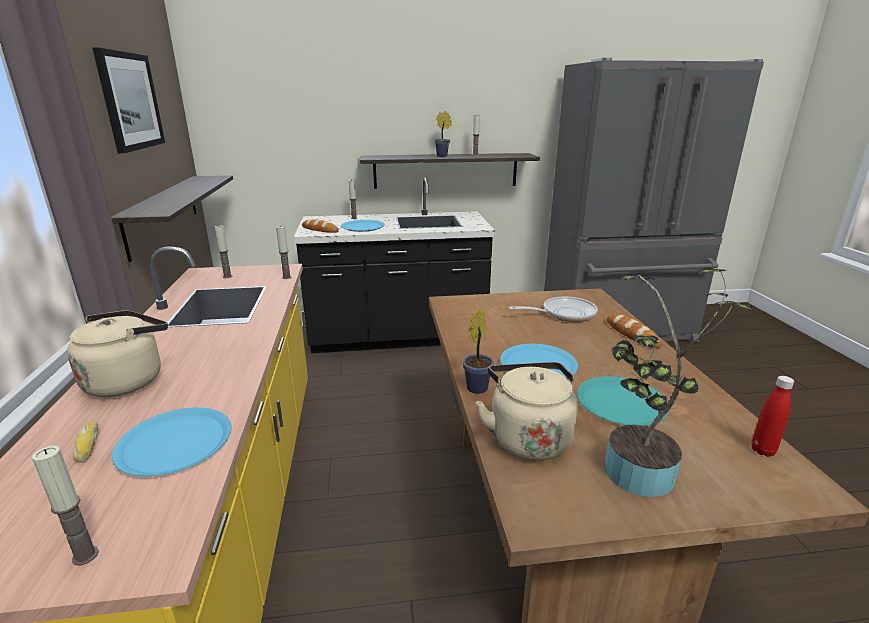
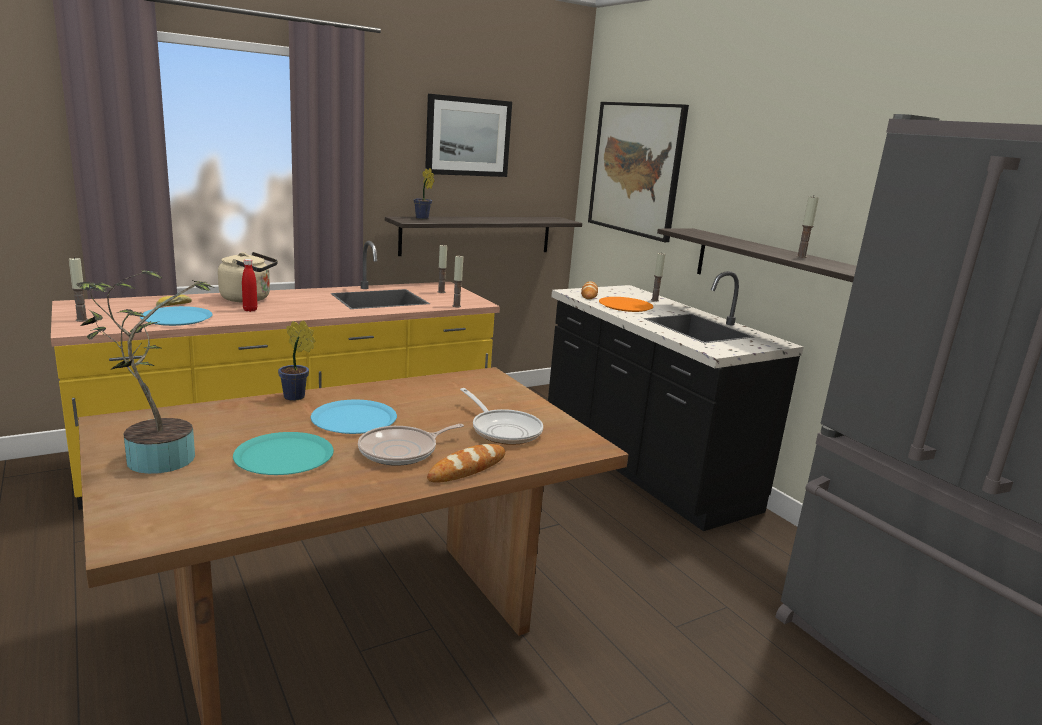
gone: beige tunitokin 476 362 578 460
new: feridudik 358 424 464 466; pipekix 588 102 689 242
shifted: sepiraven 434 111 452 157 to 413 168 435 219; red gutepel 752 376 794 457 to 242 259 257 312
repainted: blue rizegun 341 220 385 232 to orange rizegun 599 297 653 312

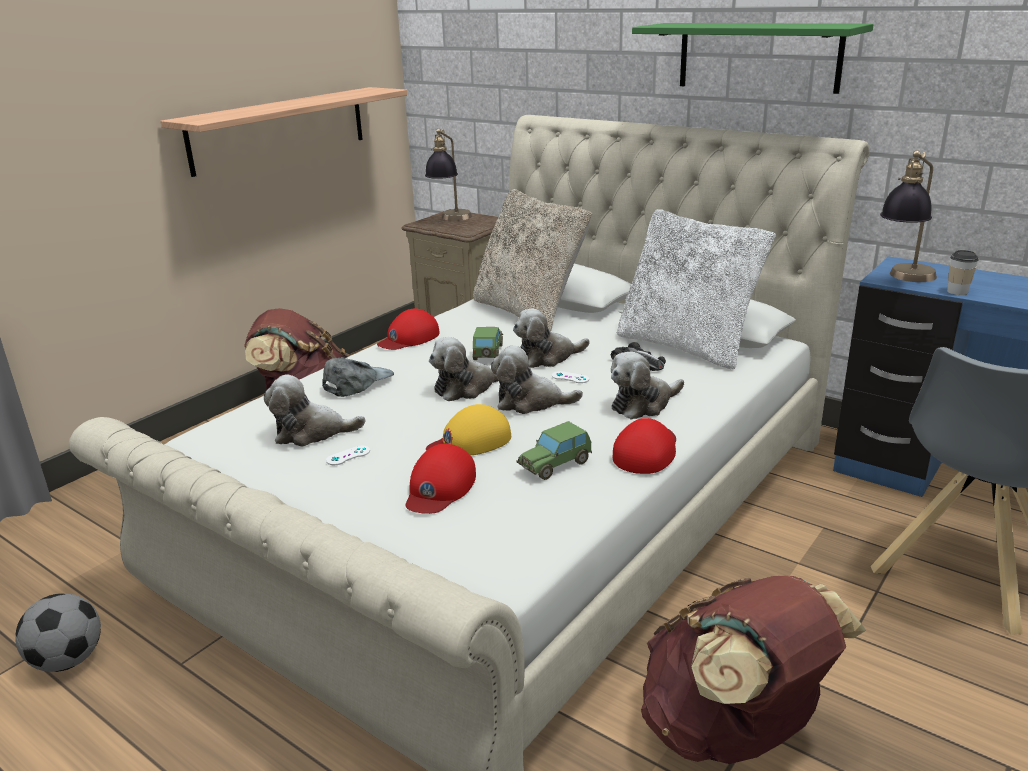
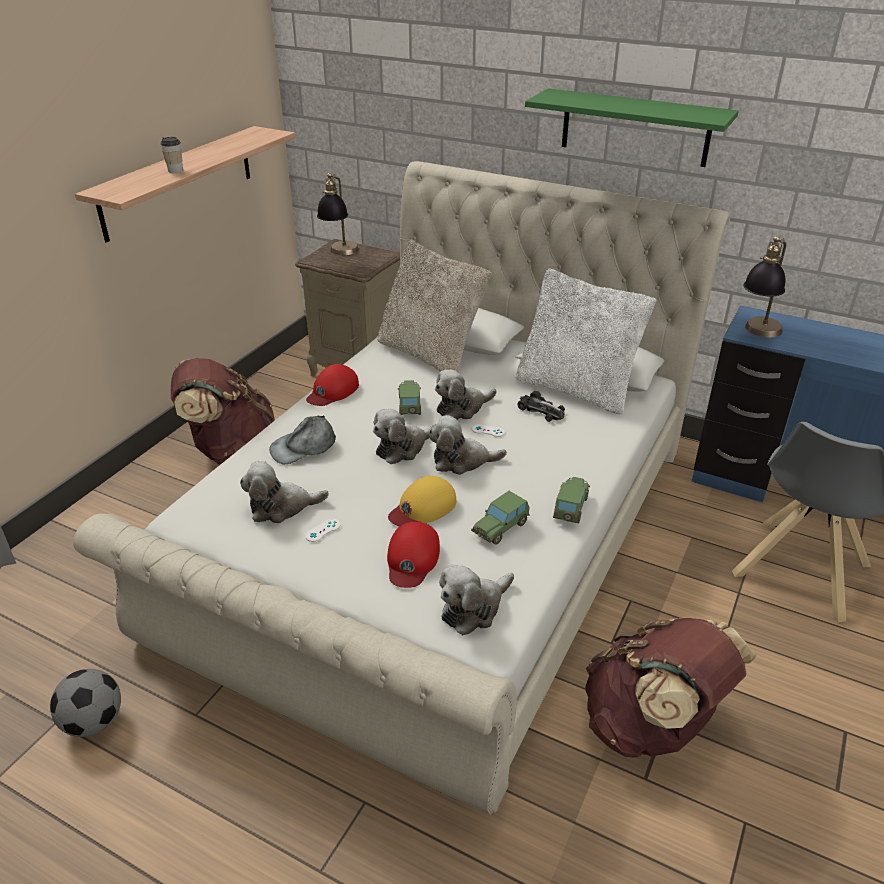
shifted: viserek 611 352 684 419 to 439 565 514 635; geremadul 947 250 979 295 to 160 137 183 173
swapped: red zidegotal 613 418 676 474 to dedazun 553 477 590 523
rotated: grey zidegotal 322 357 394 397 = 269 415 336 465 150 degrees counterclockwise

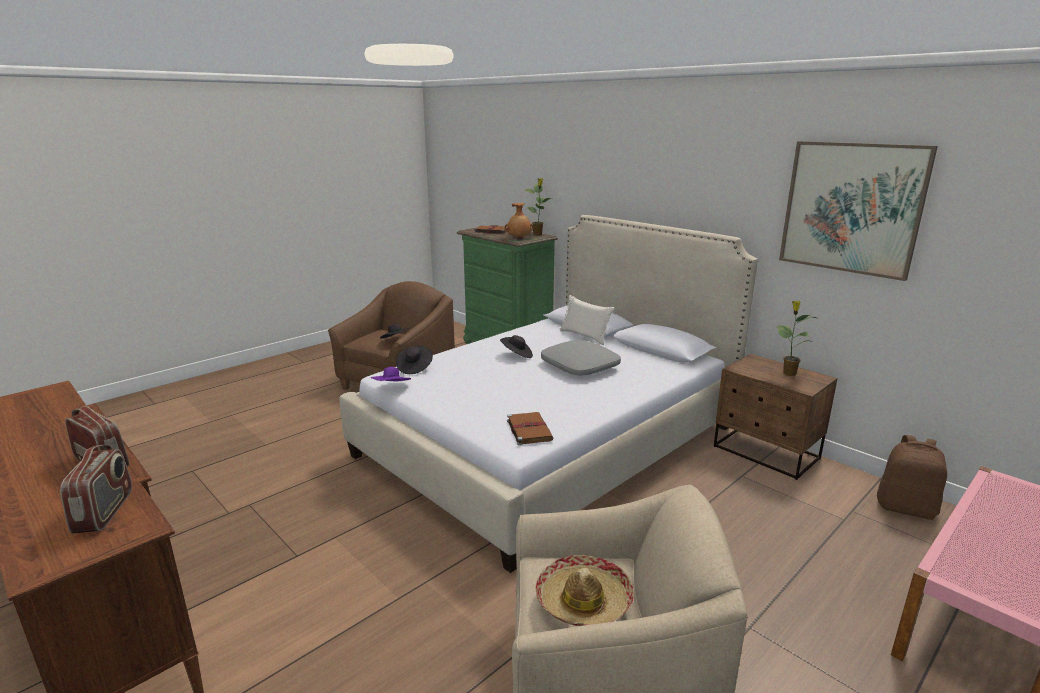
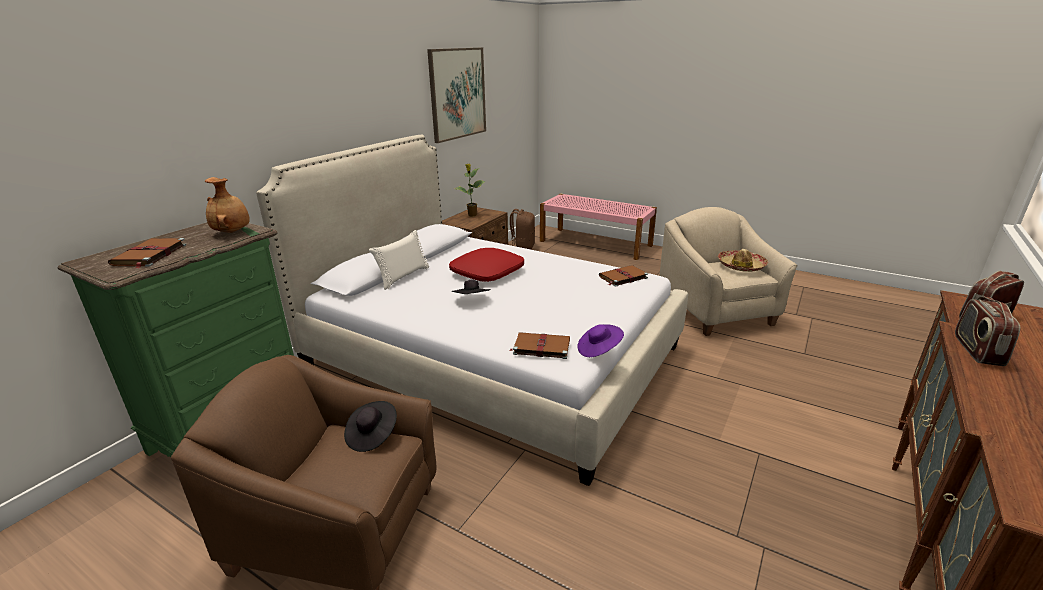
gone: sepiraven 524 178 552 235
swapped: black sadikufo 396 346 433 374 to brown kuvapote 509 332 570 359
repainted: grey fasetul 541 340 621 376 to red fasetul 449 248 524 282

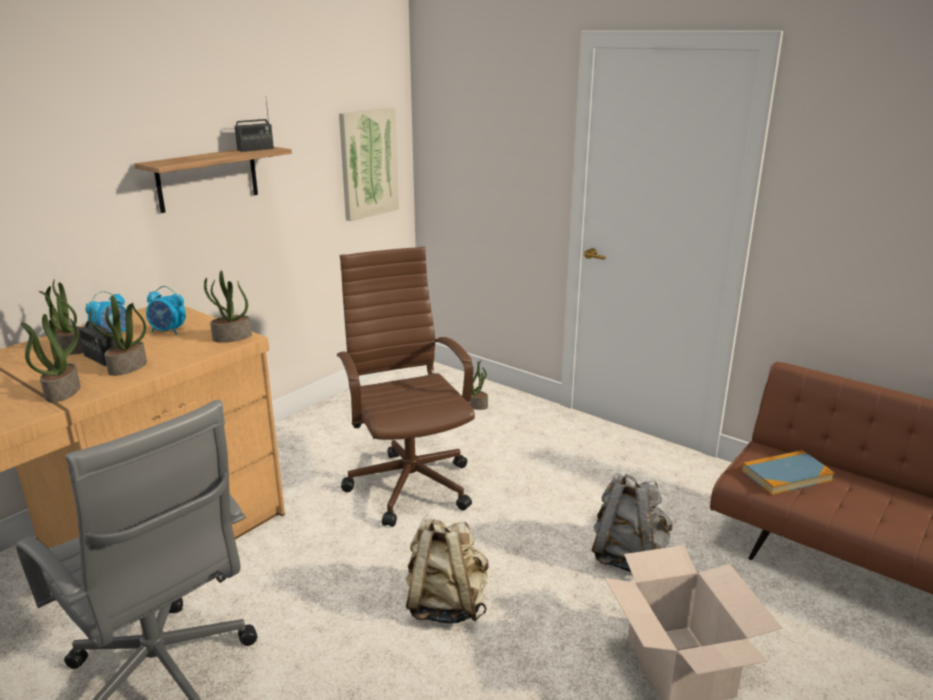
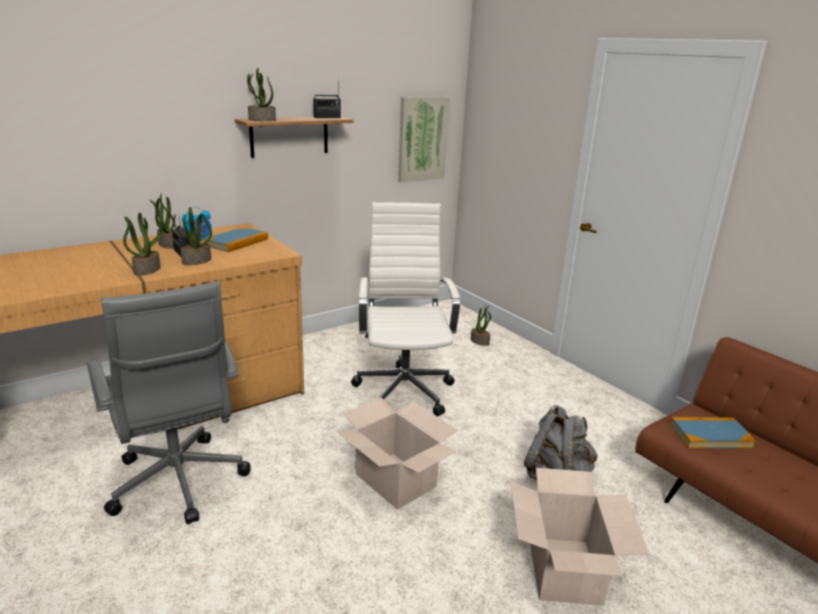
shifted: sepiraven 204 270 252 343 to 247 68 276 121
swapped: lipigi 146 286 186 335 to kuvapote 204 227 268 252; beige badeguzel 406 517 489 624 to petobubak 336 397 458 510
repainted: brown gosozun 337 246 475 527 to white gosozun 351 202 460 416

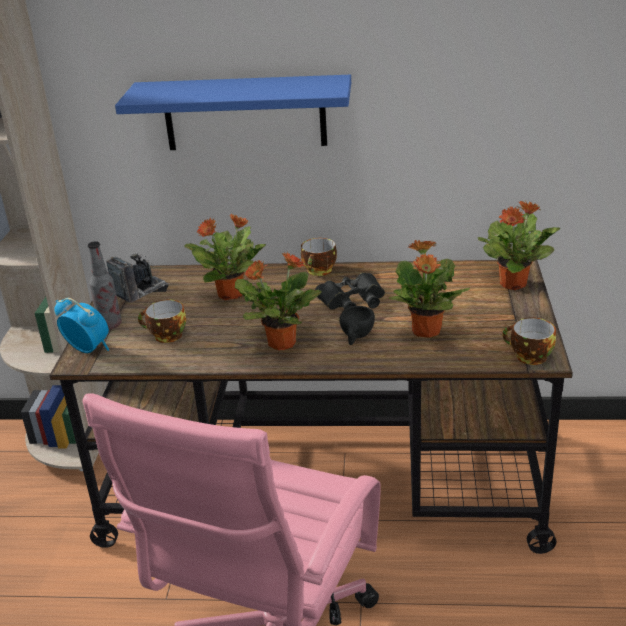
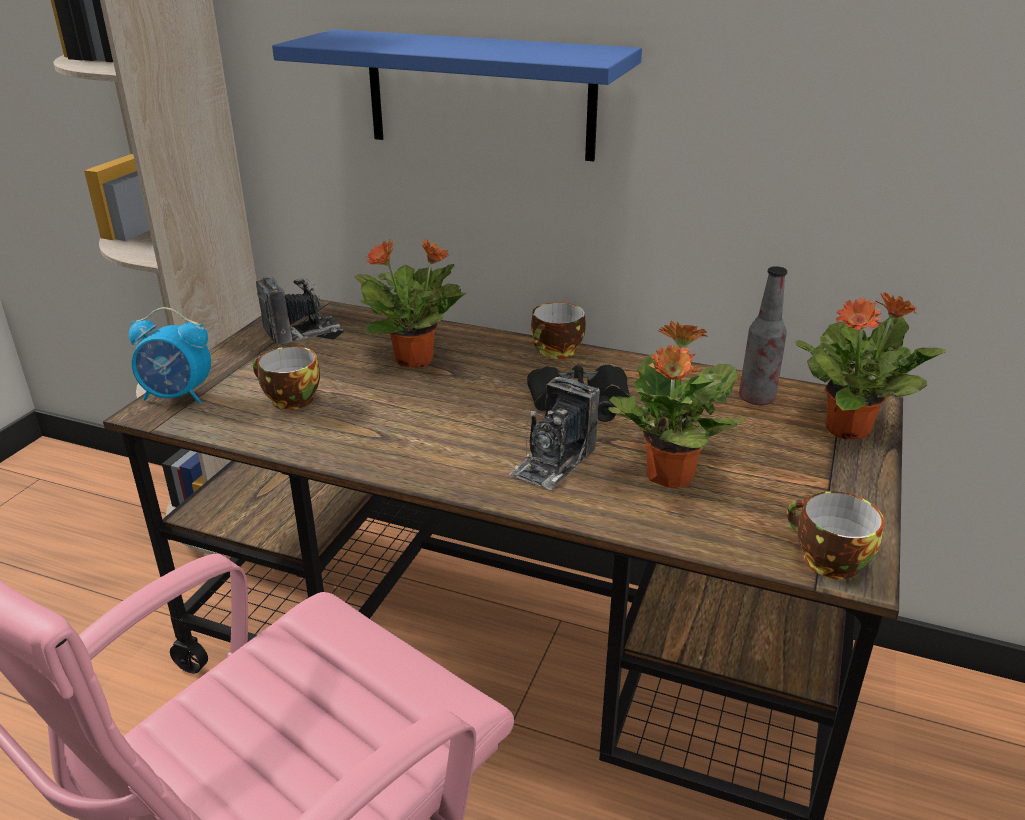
gone: sepiraven 235 252 322 351
shifted: gutepel 88 241 122 329 to 739 266 787 405
swapped: black geremadul 339 306 375 345 to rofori 509 377 600 490
rotated: lipigi 54 298 109 353 = 129 307 211 403 135 degrees clockwise

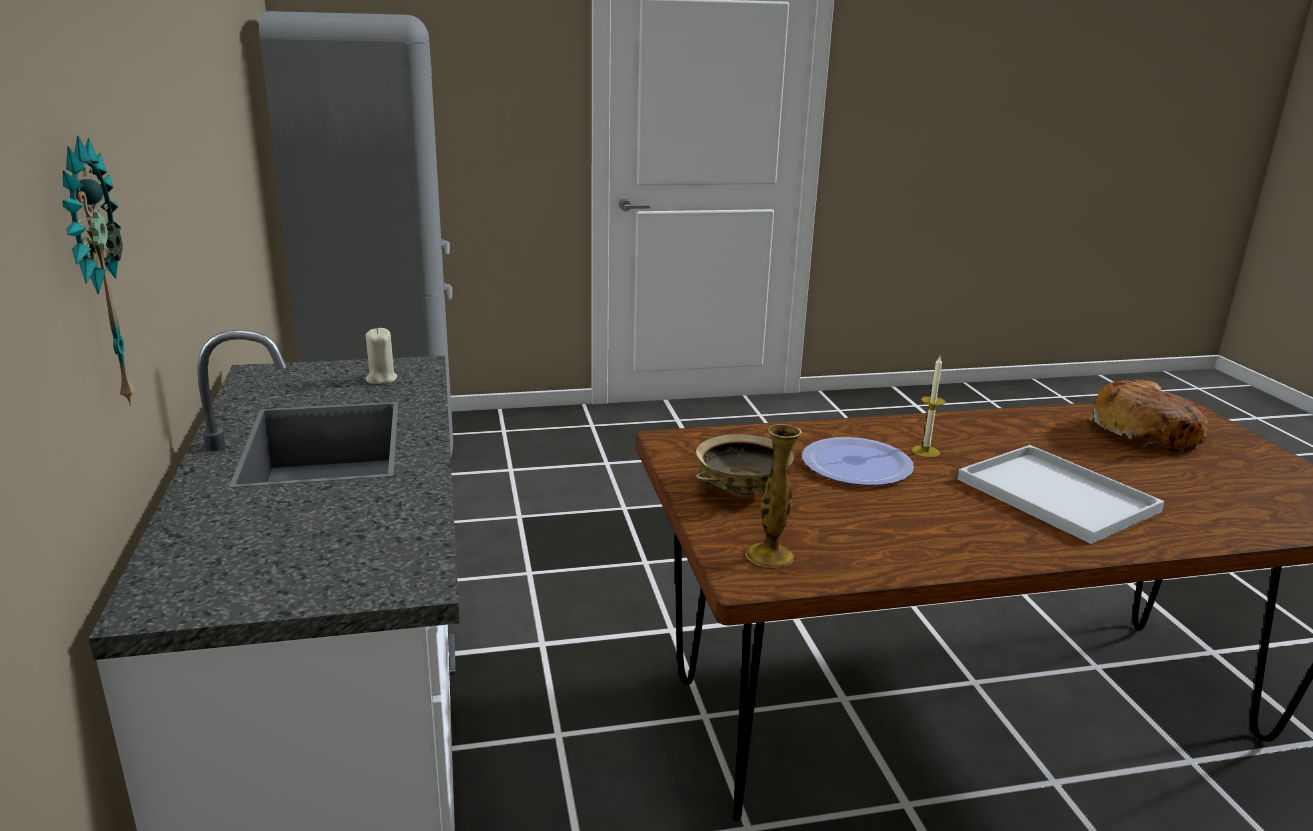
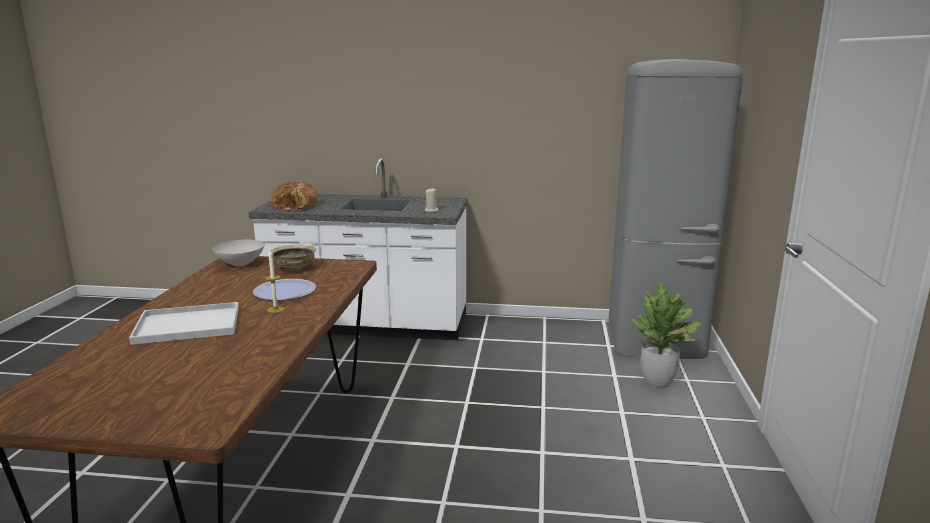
gone: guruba 62 135 136 406
new: sepiraven 632 283 701 388
shifted: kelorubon 1089 380 1209 451 to 270 181 318 211
swapped: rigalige 746 424 802 568 to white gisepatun 213 240 264 266

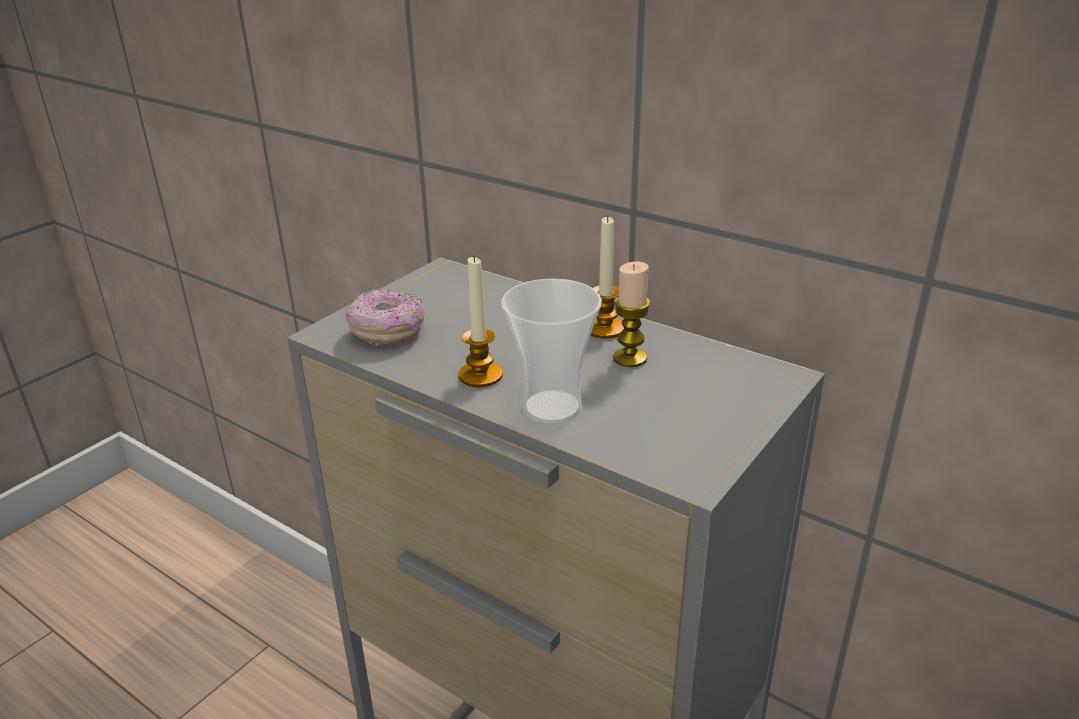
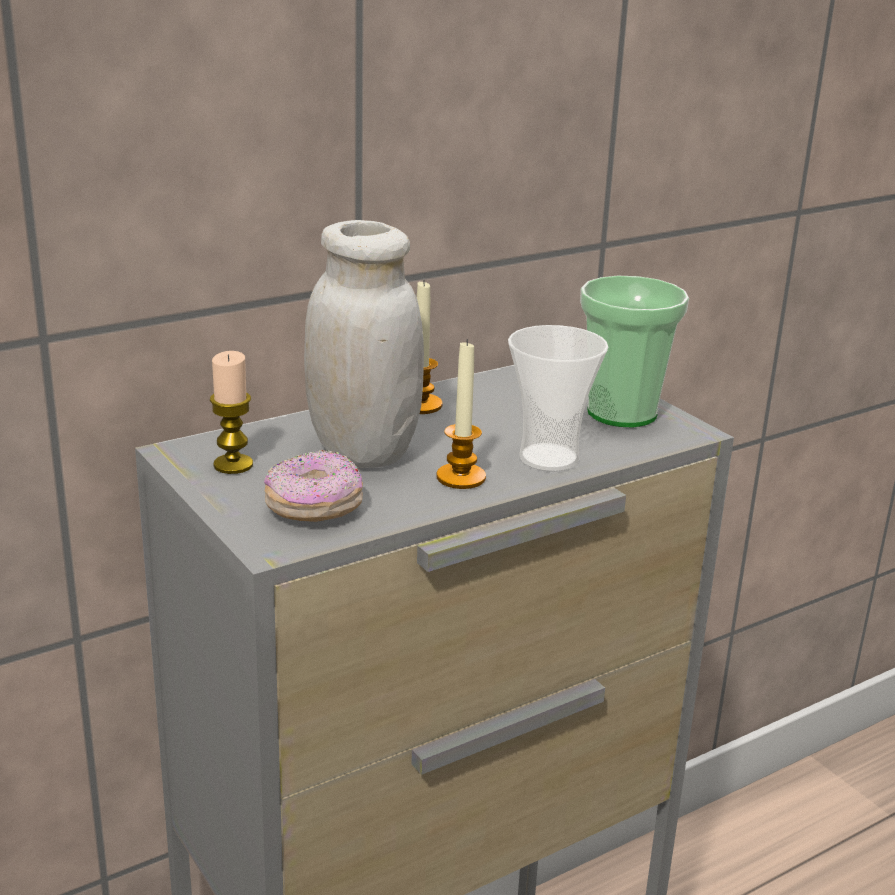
new: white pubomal 304 220 424 468; geremadul 580 276 689 427
shifted: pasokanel 613 262 651 367 to 210 351 253 474

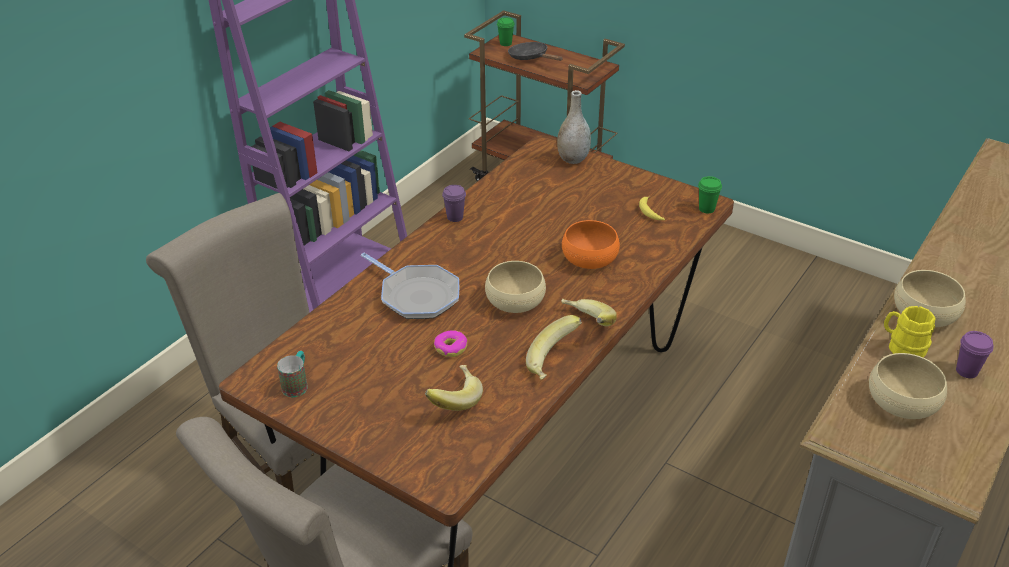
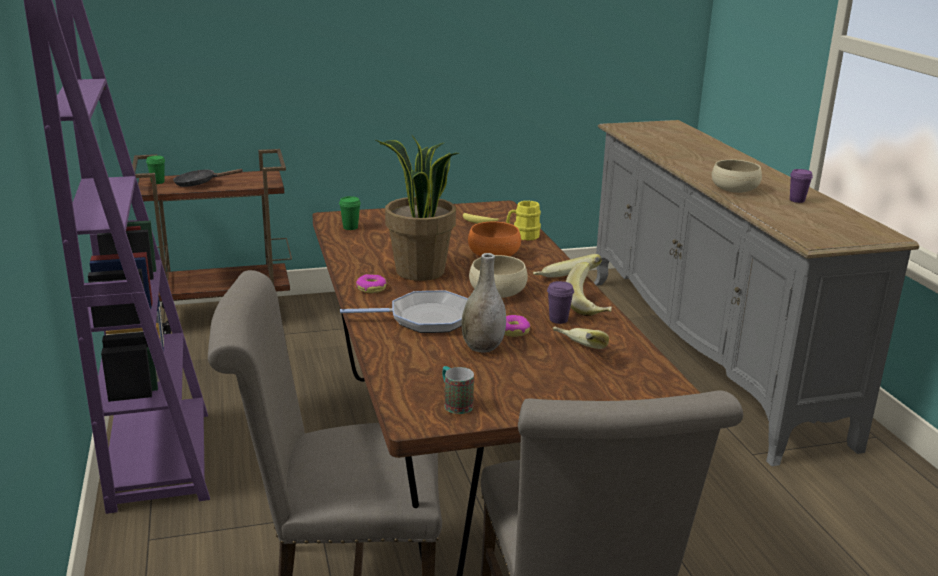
gone: beige gisepatun 869 353 947 419
new: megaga 356 274 387 293; sepiraven 376 134 459 281
shifted: purple geremadul 442 185 466 222 to 547 281 574 324; grey rigalige 557 90 591 164 to 462 253 506 353; green geremadul 698 176 722 213 to 339 196 361 230; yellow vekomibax 884 306 935 358 to 506 201 541 241

